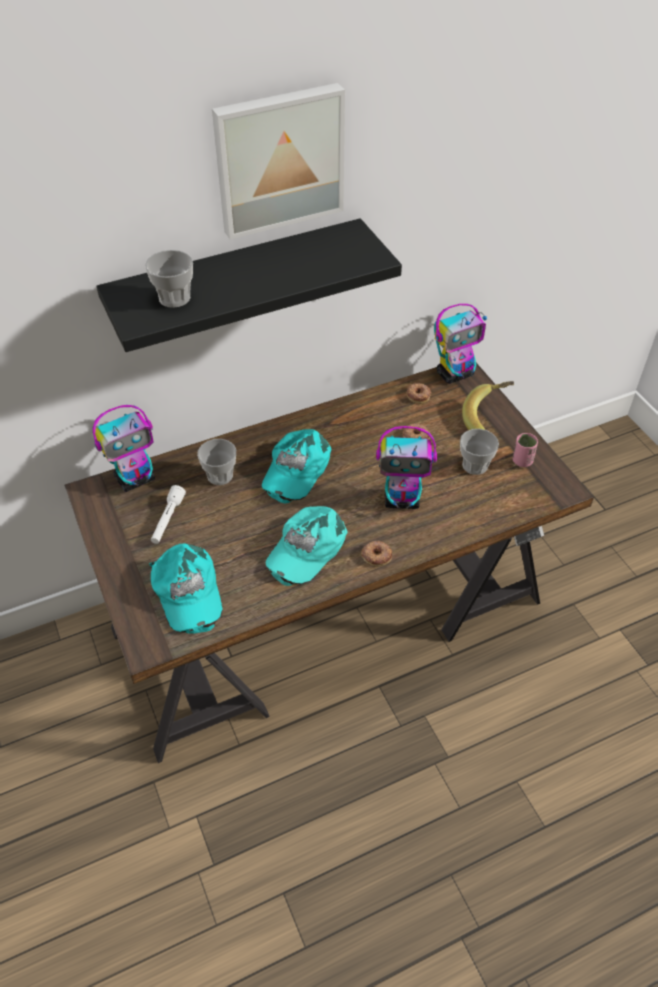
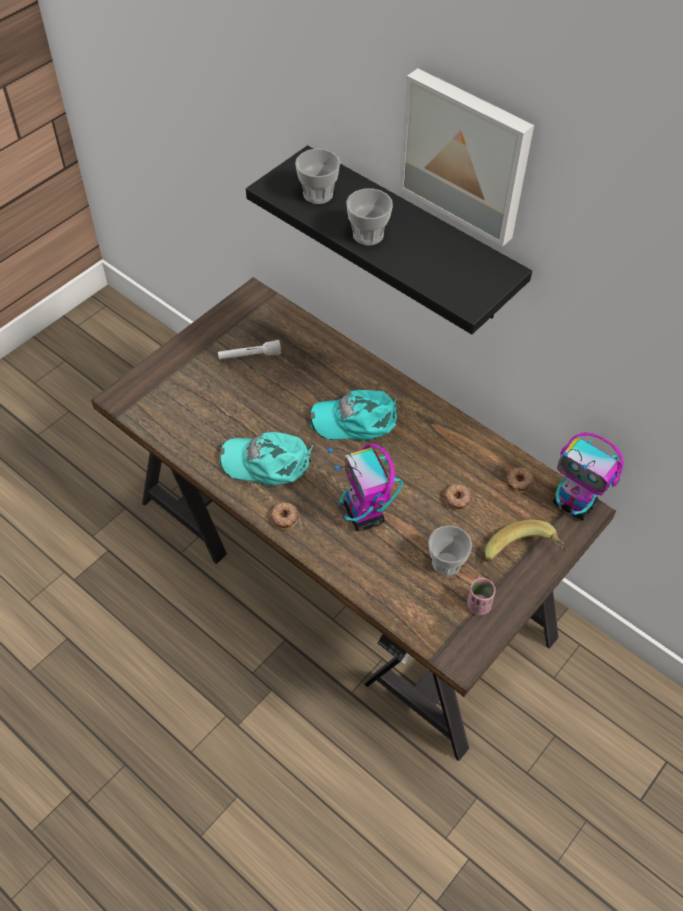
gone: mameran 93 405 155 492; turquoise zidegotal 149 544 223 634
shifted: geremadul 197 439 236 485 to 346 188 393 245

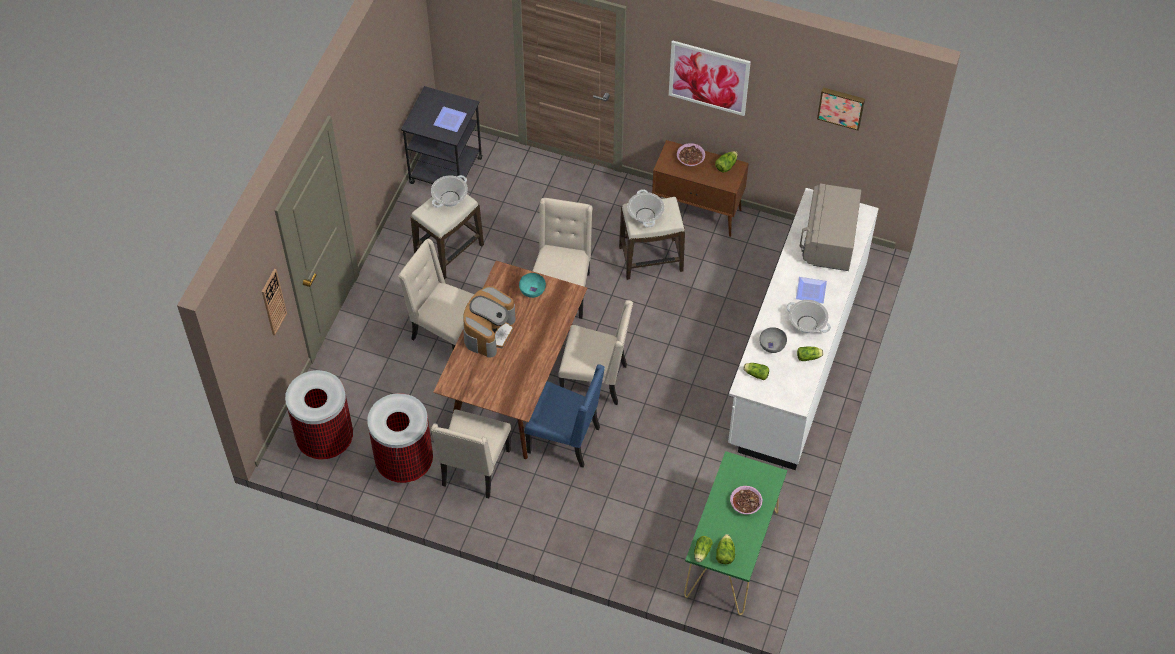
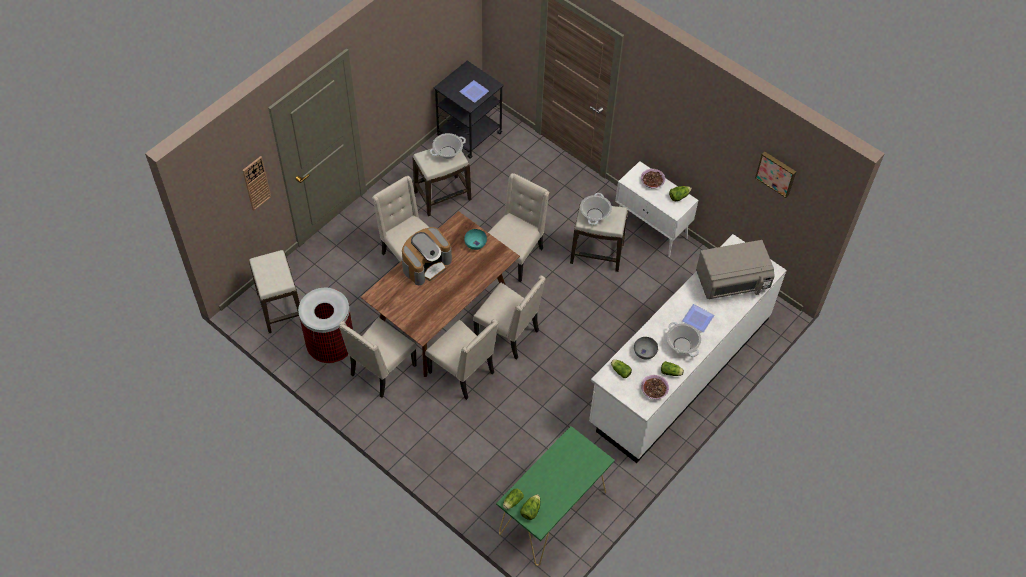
gone: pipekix 669 40 751 116
shifted: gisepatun 730 486 762 514 to 641 375 669 399
swapped: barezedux 285 370 353 460 to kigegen 249 250 300 333
repainted: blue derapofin 524 364 605 468 to beige derapofin 425 319 498 400; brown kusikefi 652 140 749 237 to white kusikefi 615 161 698 257
rotated: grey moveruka 800 183 861 271 = 696 240 775 299 135 degrees counterclockwise

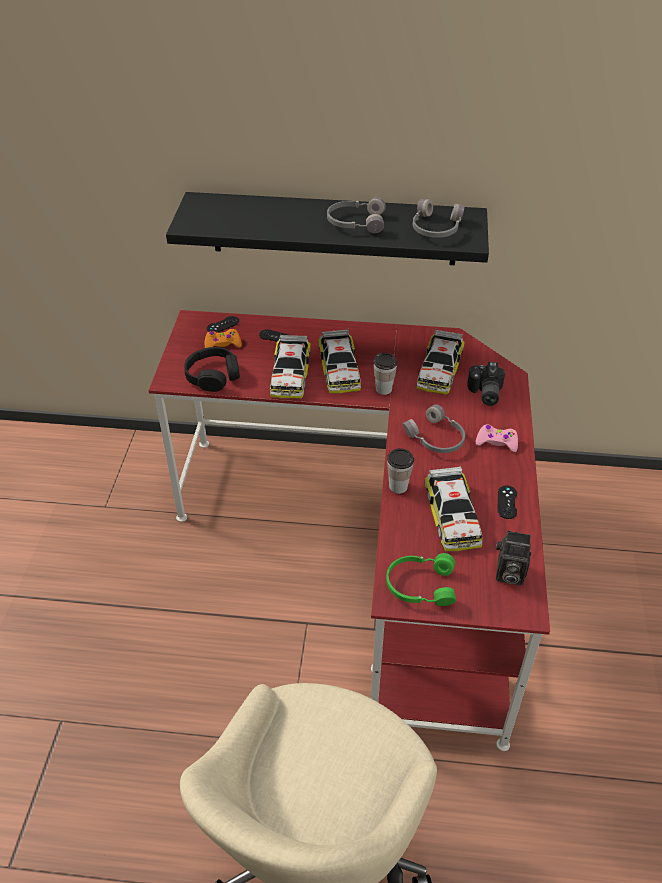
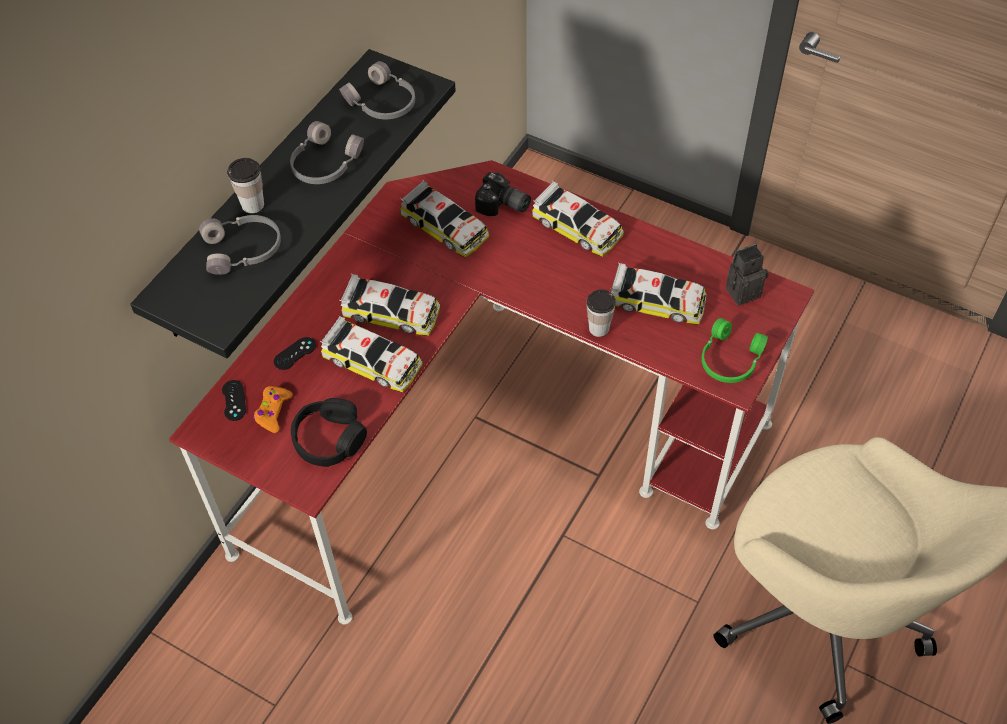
gone: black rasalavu 497 485 517 519
shifted: geremadul 374 353 397 395 to 227 158 264 213; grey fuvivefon 403 404 465 453 to 199 215 281 275
swapped: pink rasalavu 476 424 518 452 to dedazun 532 181 624 257
rotated: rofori 496 531 531 586 = 726 244 769 305 150 degrees counterclockwise

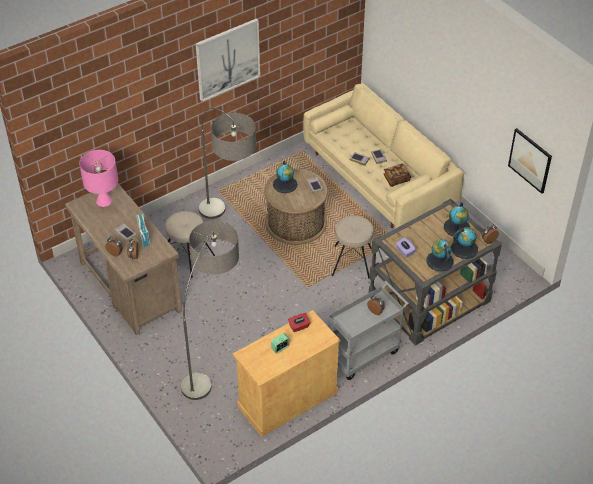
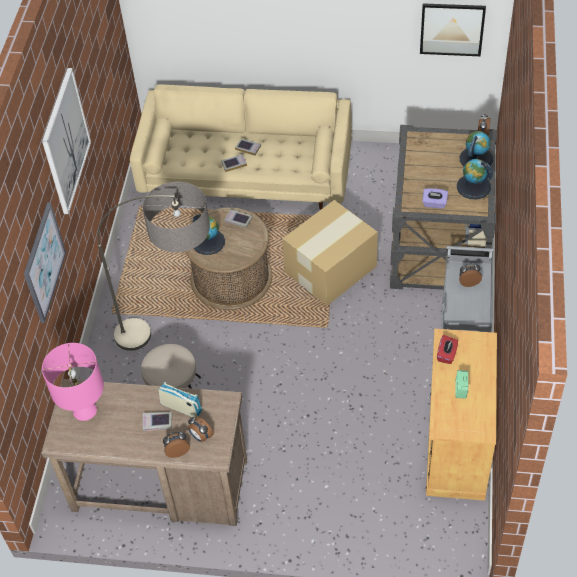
gone: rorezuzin 181 221 239 400; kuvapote 384 164 411 187; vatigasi 444 202 470 236
new: pipekix 24 202 66 323
swapped: beige kigegen 332 216 374 279 to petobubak 282 200 378 305

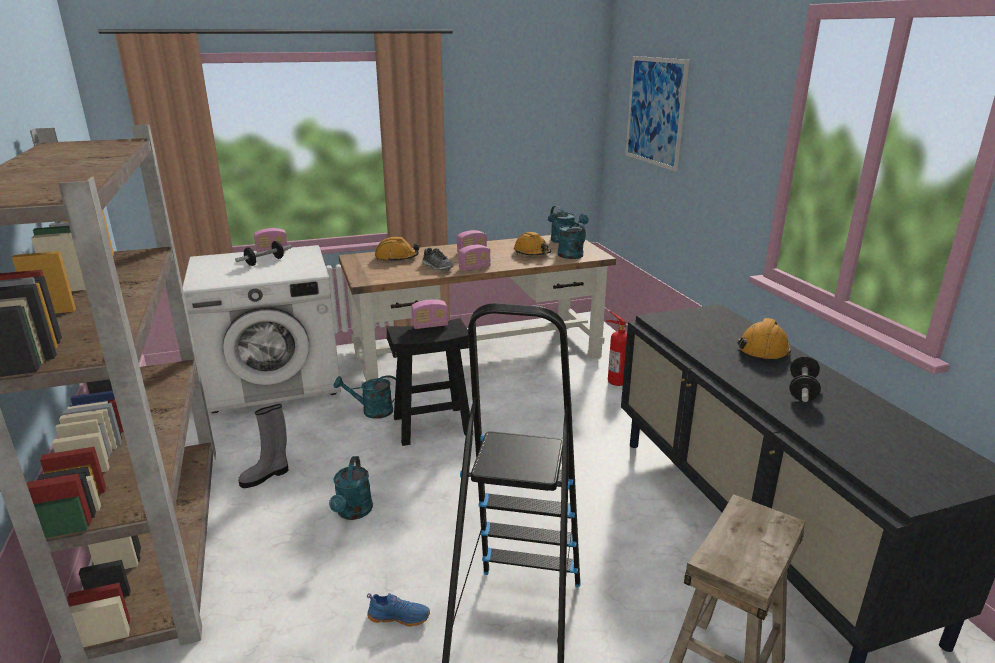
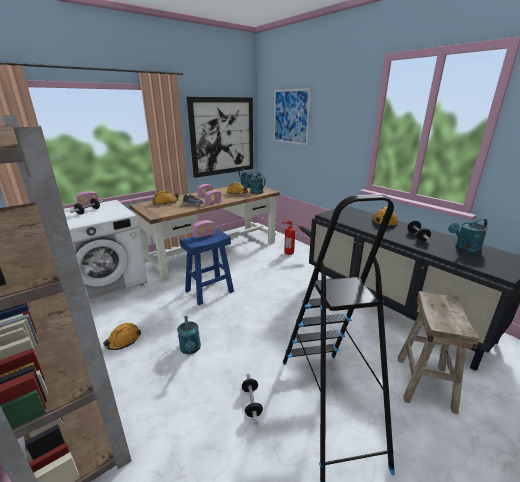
new: pipekix 187 97 253 178
shifted: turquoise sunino 334 375 396 419 to 448 218 488 253
swapped: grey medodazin 238 404 288 488 to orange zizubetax 103 323 141 350; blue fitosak 367 593 430 627 to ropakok 242 374 263 425
repainted: black kigegen 386 318 470 446 to blue kigegen 180 229 234 305

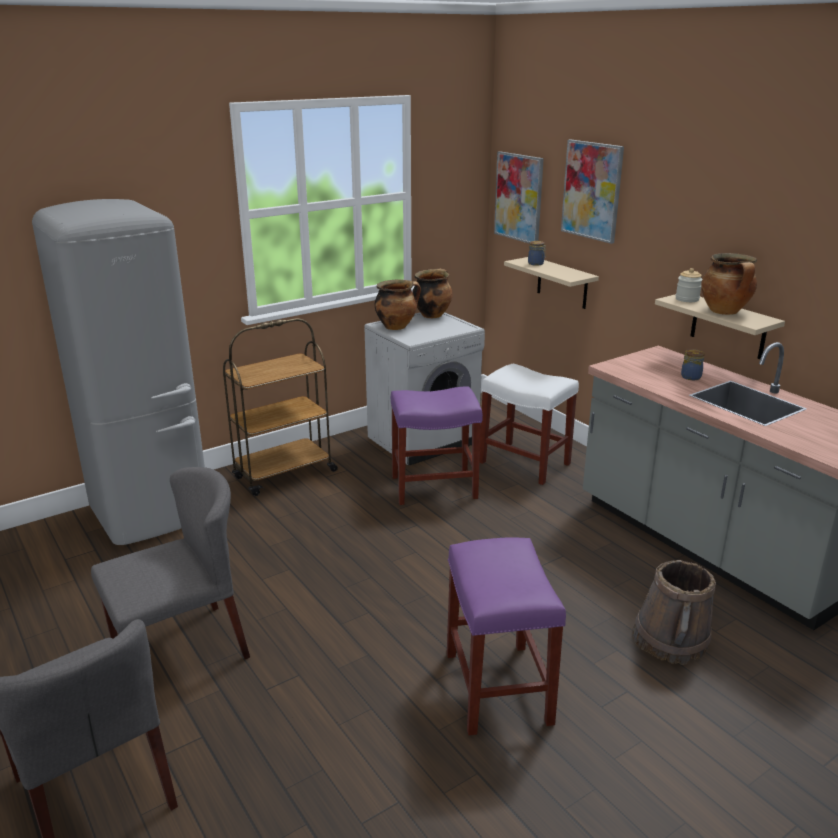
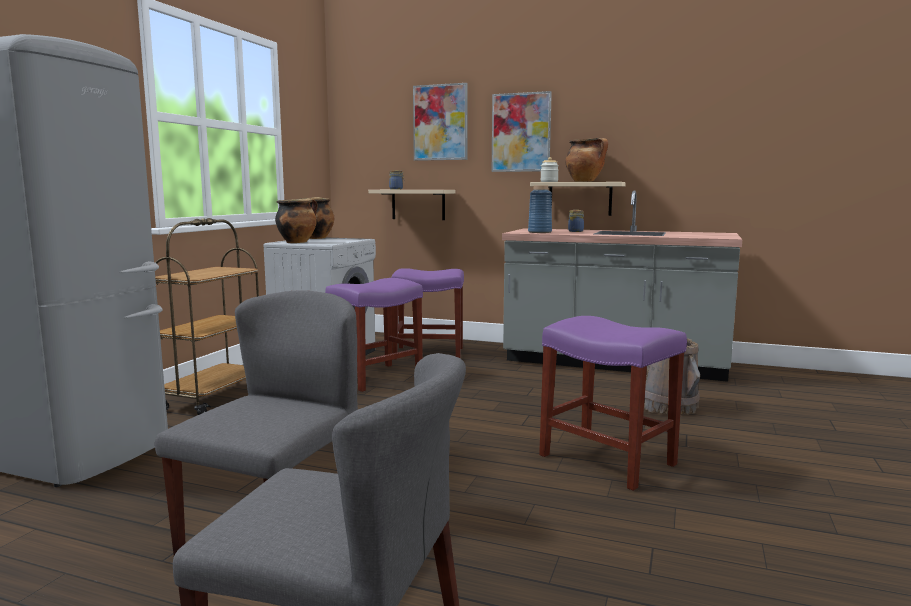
new: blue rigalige 528 186 552 233
shifted: pipekix 494 151 544 243 to 492 91 552 172
repainted: white kigegen 479 364 579 485 to purple kigegen 391 268 464 360

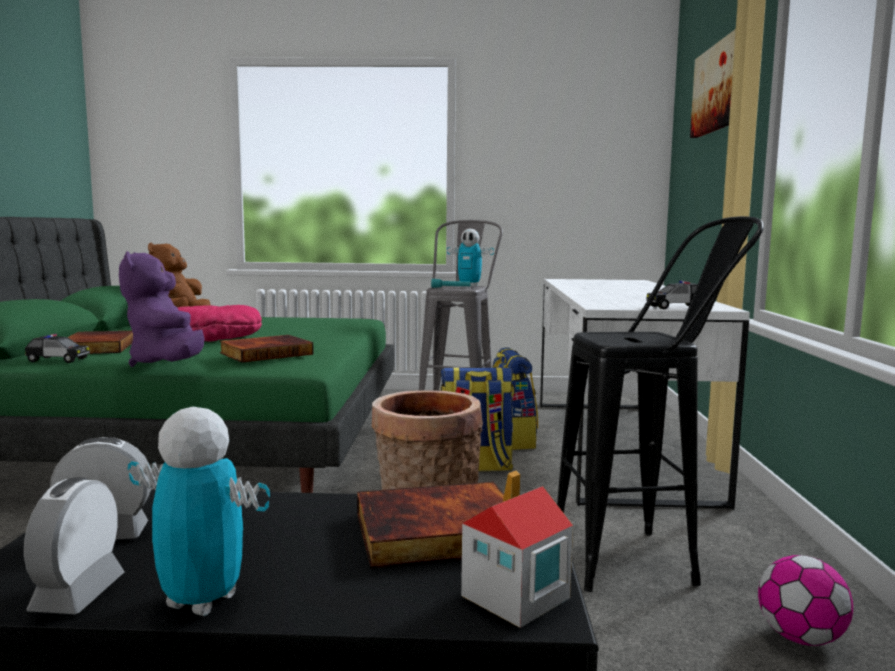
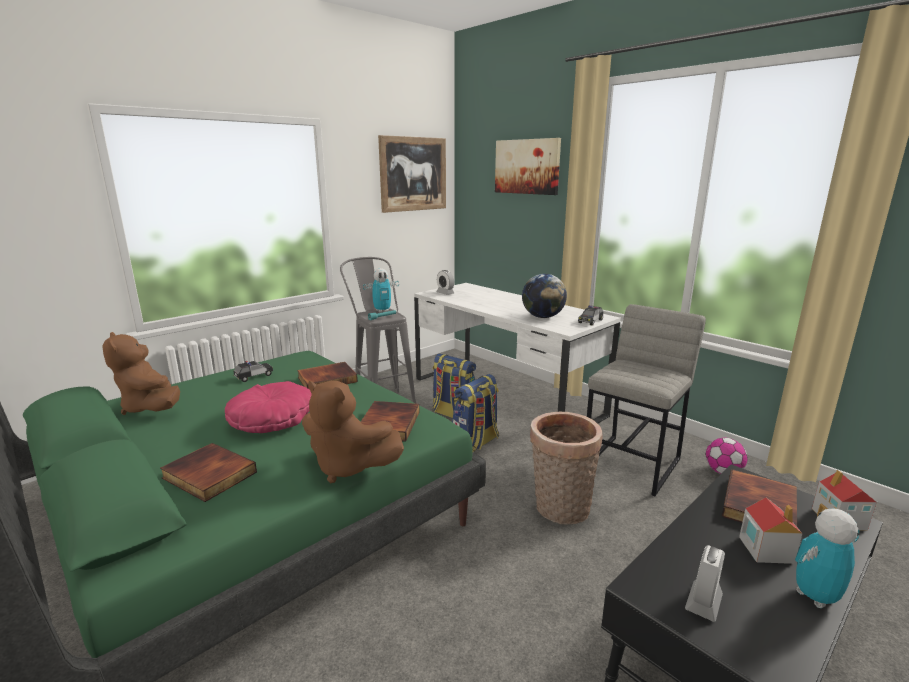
new: kuvapote 297 362 358 390; pipekix 378 135 446 213; vatigasi 522 274 567 318; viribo 739 498 803 564
shifted: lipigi 24 477 125 614 to 437 270 454 295; dedazun 25 334 90 363 to 233 361 273 382
swapped: black kigegen 557 216 764 592 to grey derapofin 587 304 706 496
repainted: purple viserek 119 251 204 367 to brown viserek 302 381 404 483

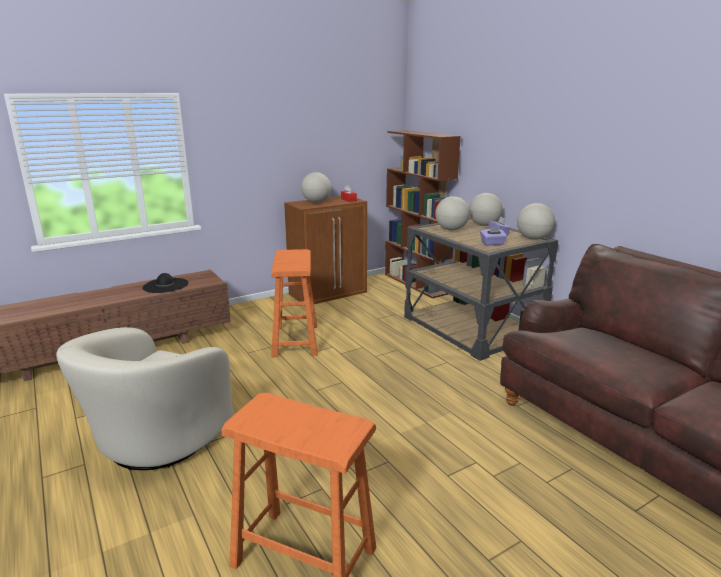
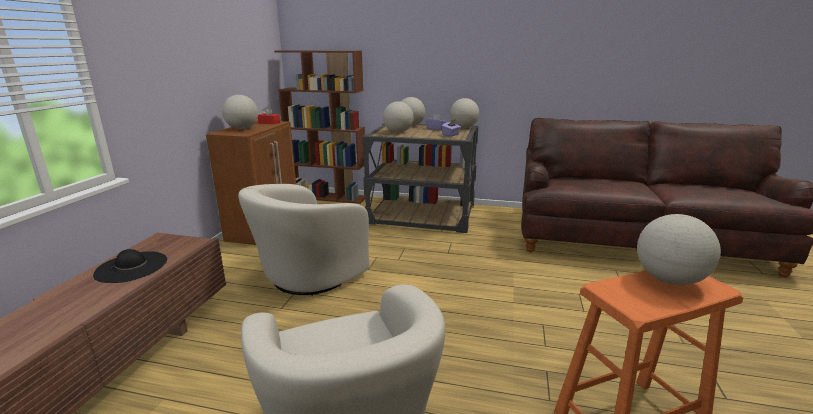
new: vatigasi 637 214 721 285
swapped: orange kigegen 271 249 318 357 to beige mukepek 238 184 370 296

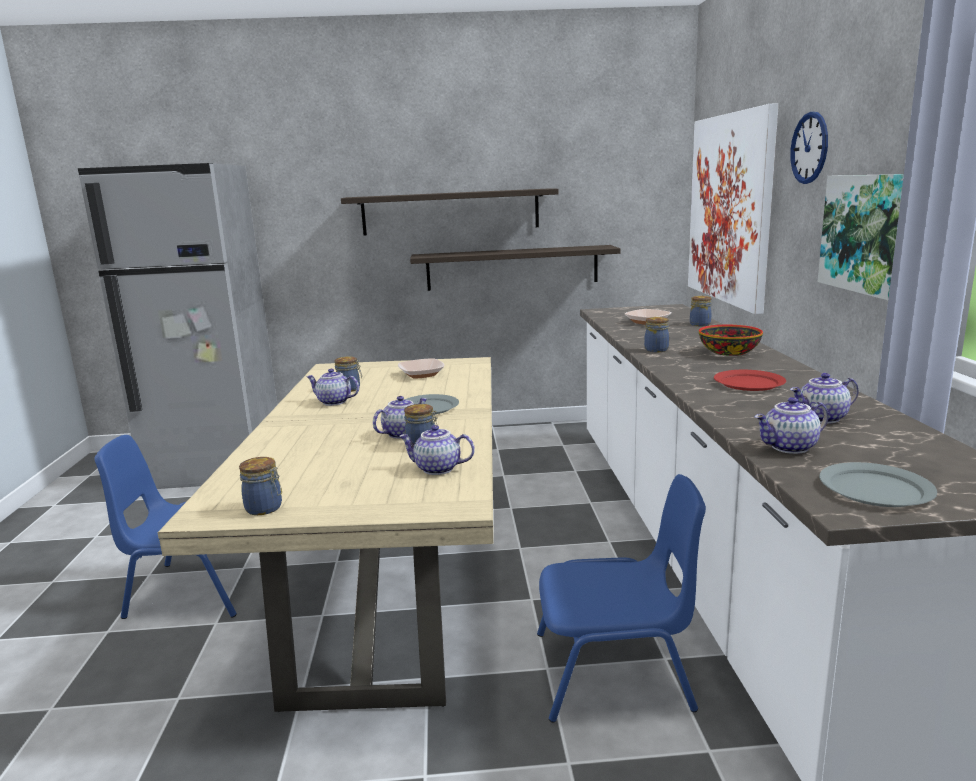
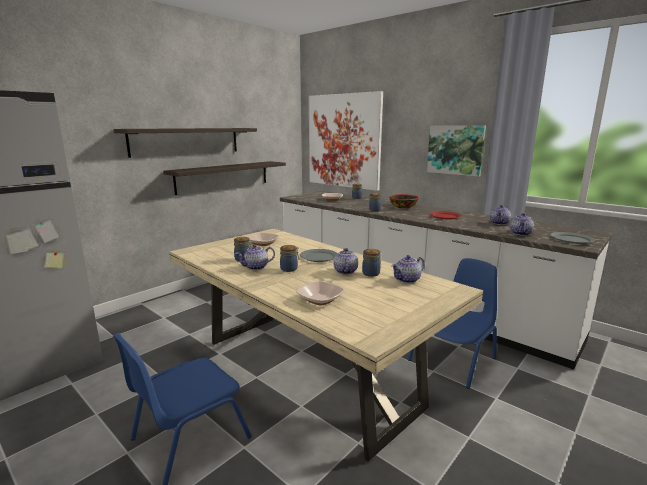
gone: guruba 790 112 828 184
new: gisepatun 296 281 345 306
shifted: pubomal 239 457 282 515 to 280 245 299 272

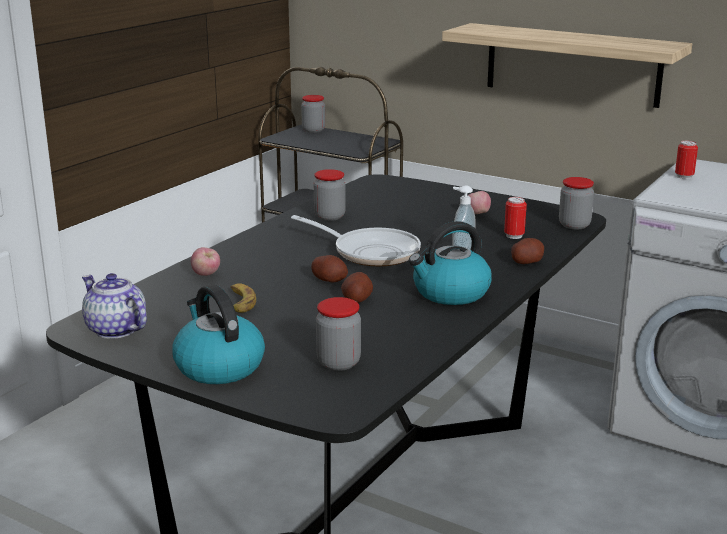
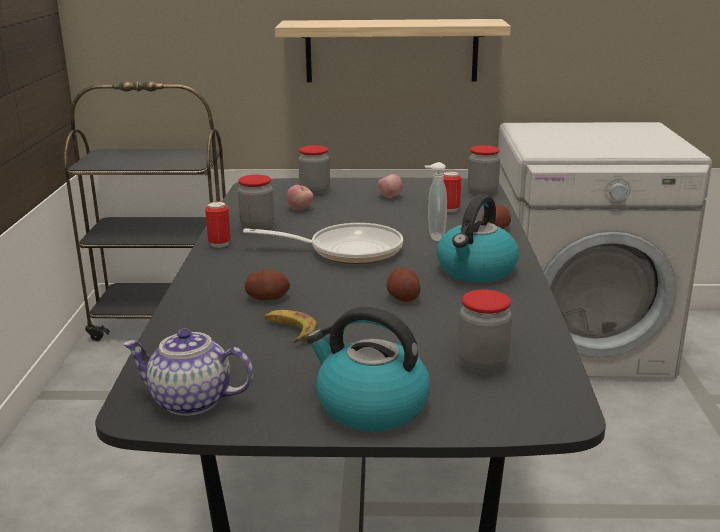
shifted: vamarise 191 247 220 276 to 287 185 313 210; pubomal 301 95 325 133 to 298 145 330 195; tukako 311 255 348 282 to 245 269 290 300; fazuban 675 141 698 179 to 205 201 231 248

